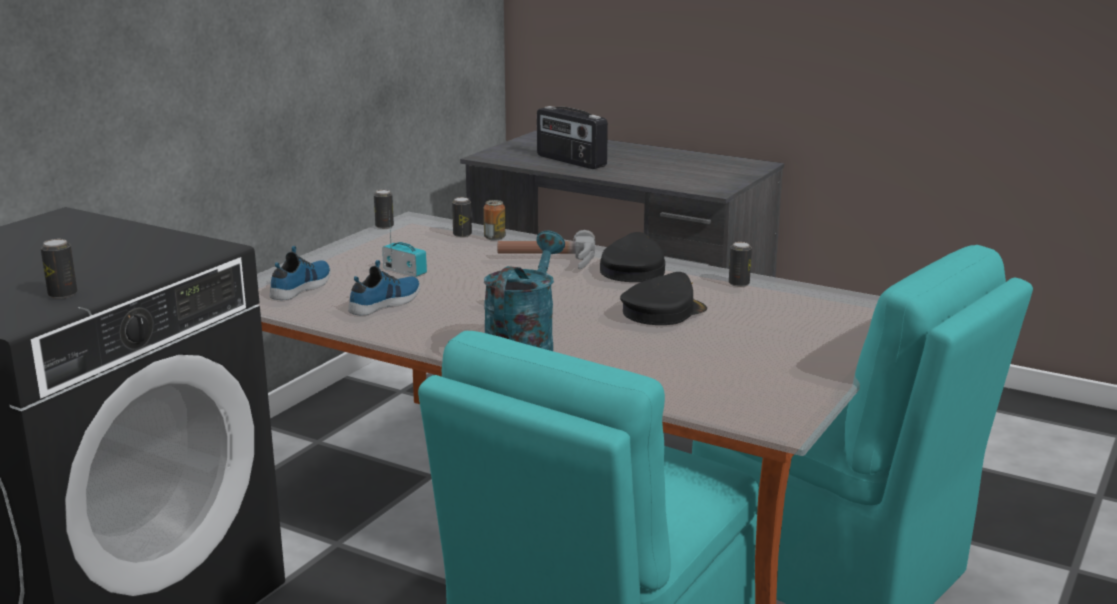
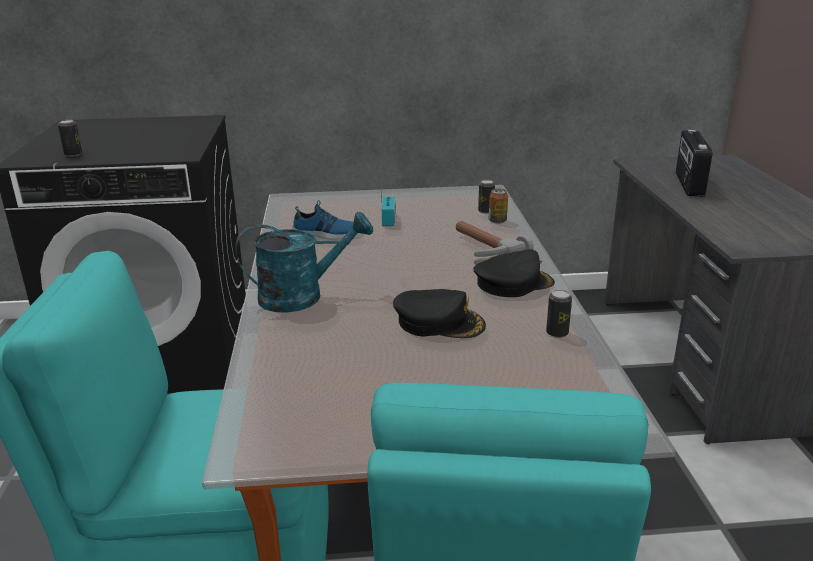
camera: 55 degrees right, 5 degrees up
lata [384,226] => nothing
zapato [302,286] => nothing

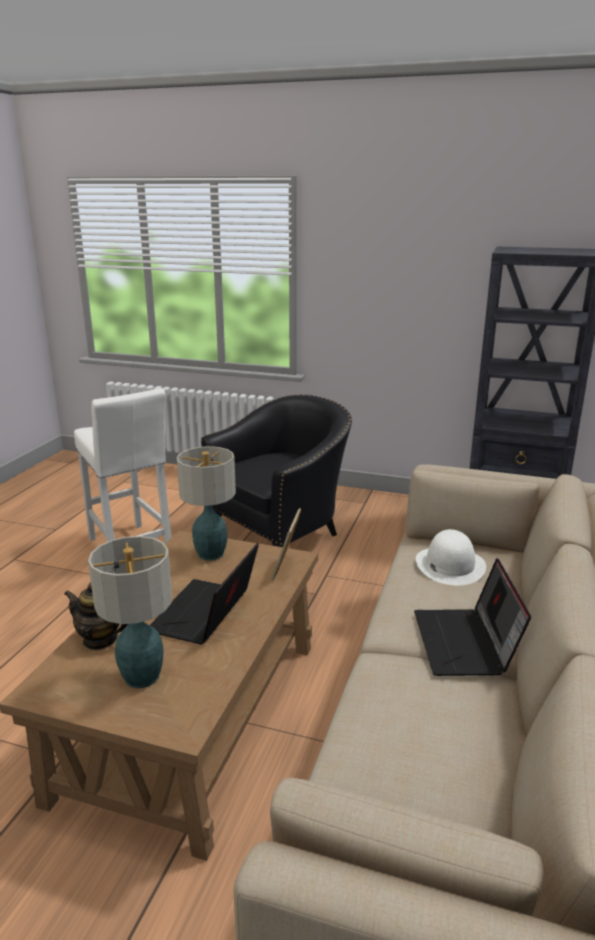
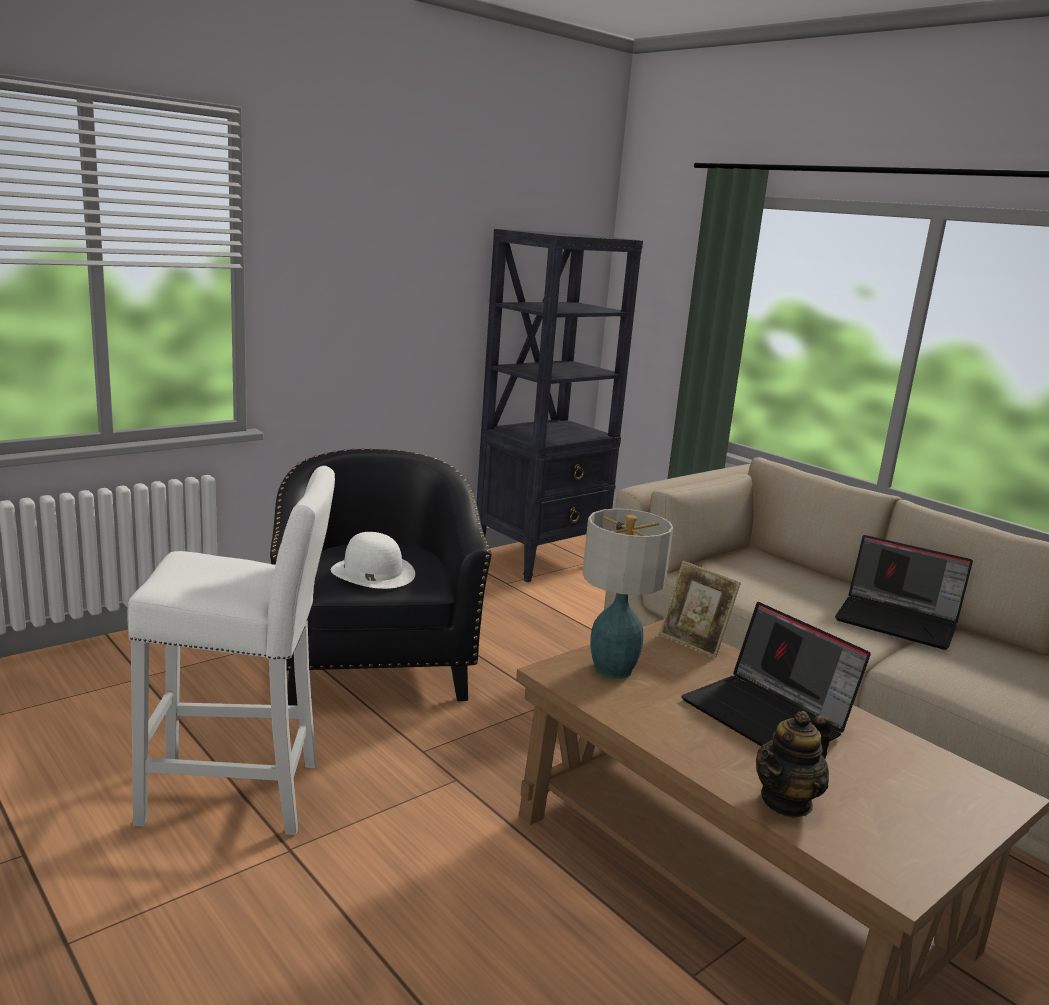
camera: 60 degrees left, 5 degrees down
sombrero/blanco [449,565] => sombrero/blanco [372,572], moved
lámpara de mesa [141,677] => nothing

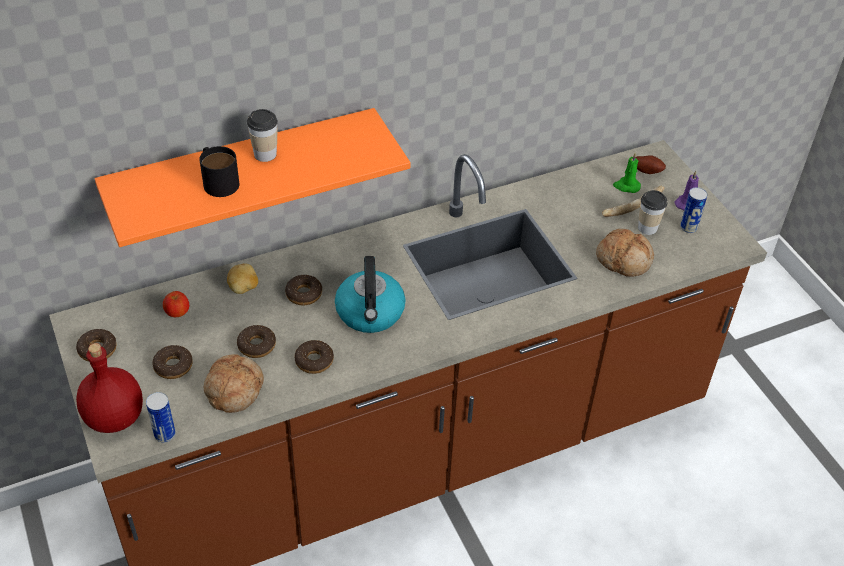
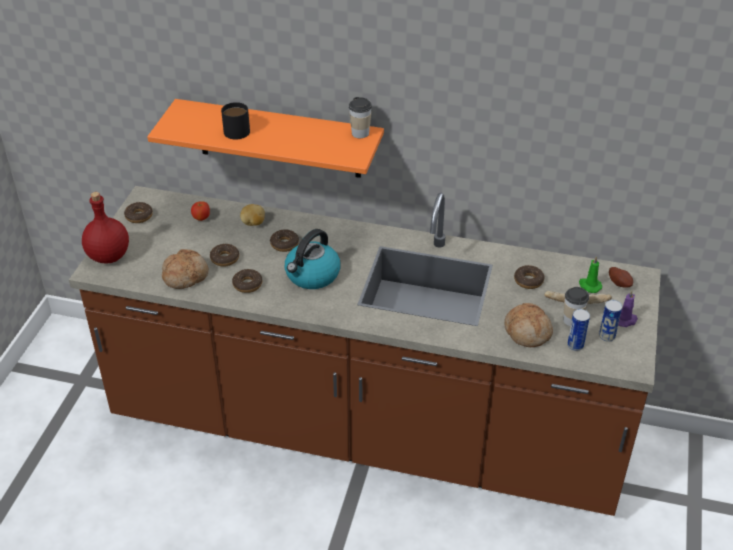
camera: 40 degrees right, 5 degrees down
taza [265,154] => taza [360,133], moved
rosquilla [173,366] => rosquilla [528,281], moved
lata [165,434] => lata [575,345], moved

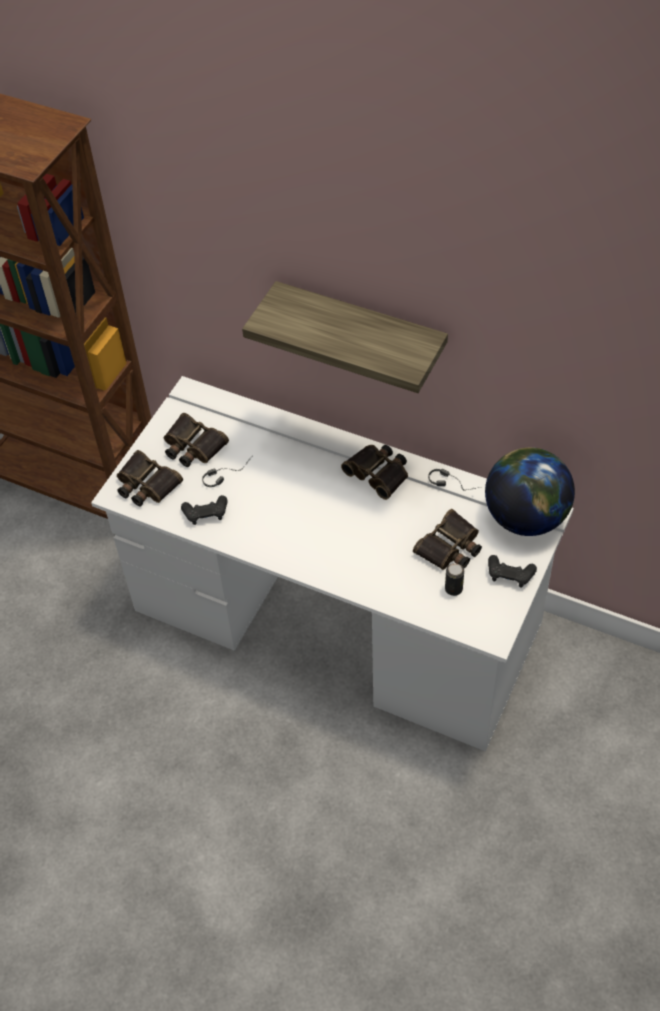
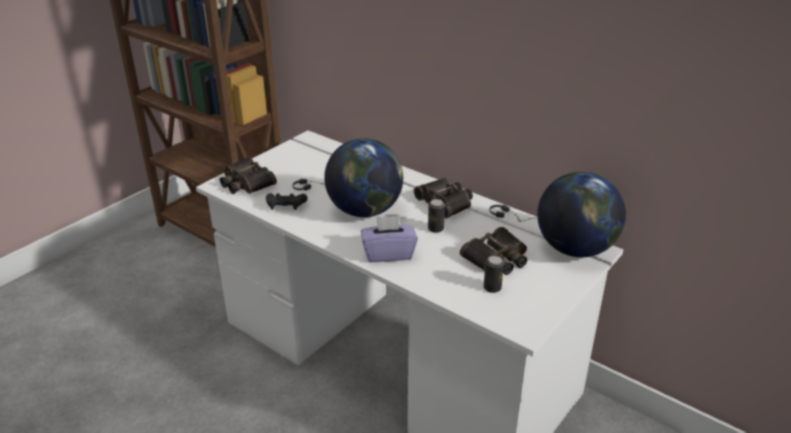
camera: 10 degrees right, 20 degrees down
estante [360,331] => nothing
prismáticos [192,446] => nothing
mando de consola/negro [510,575] => nothing
nothing => globo terráqueo [365,210]
nothing => lata [435,229]
nothing => caja de pañuelos/morado [388,253]

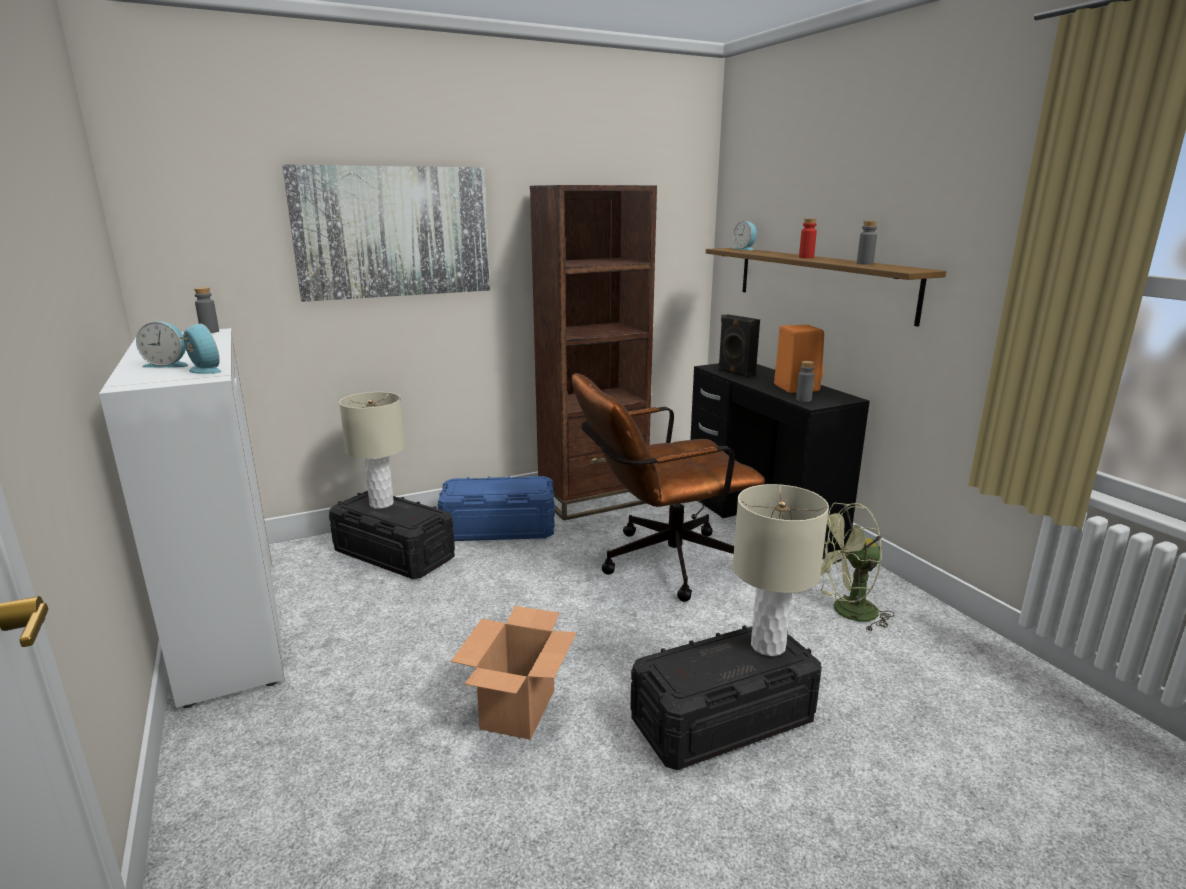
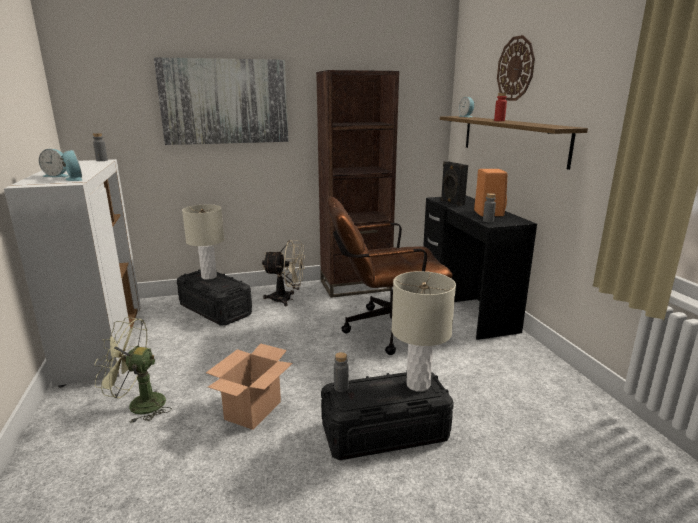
camera: 10 degrees right, 0 degrees up
botella/gris [864,263] => botella/gris [341,388], moved
caja de almacenaje/azul [499,528] => ventilador/beis [287,299]
ventilador/verde [846,612] => ventilador/verde [138,405], moved
nothing => reloj de pared [515,69]

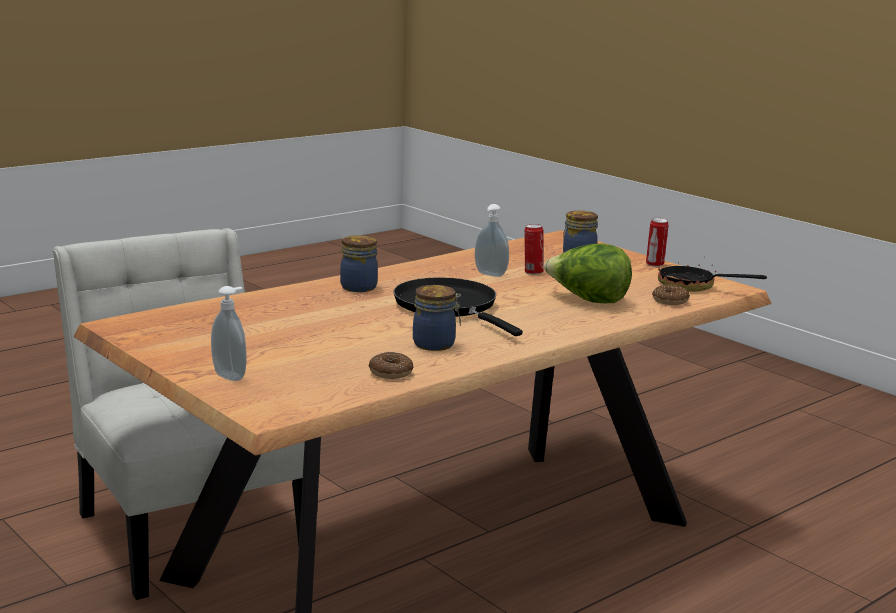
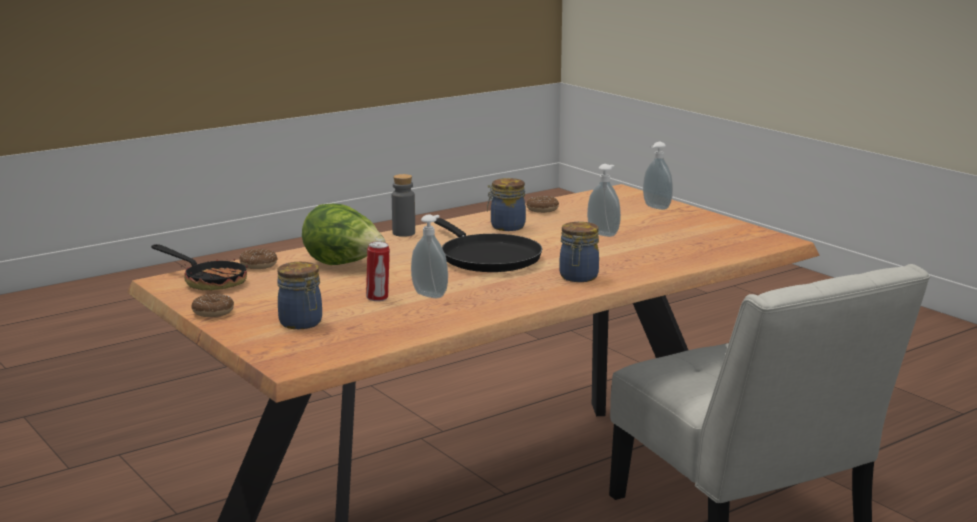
camera: 175 degrees left, 0 degrees up
lata [655,264] => rosquilla [213,312]
nothing => dispensador de jabón [604,234]
nothing => botella/gris [403,233]

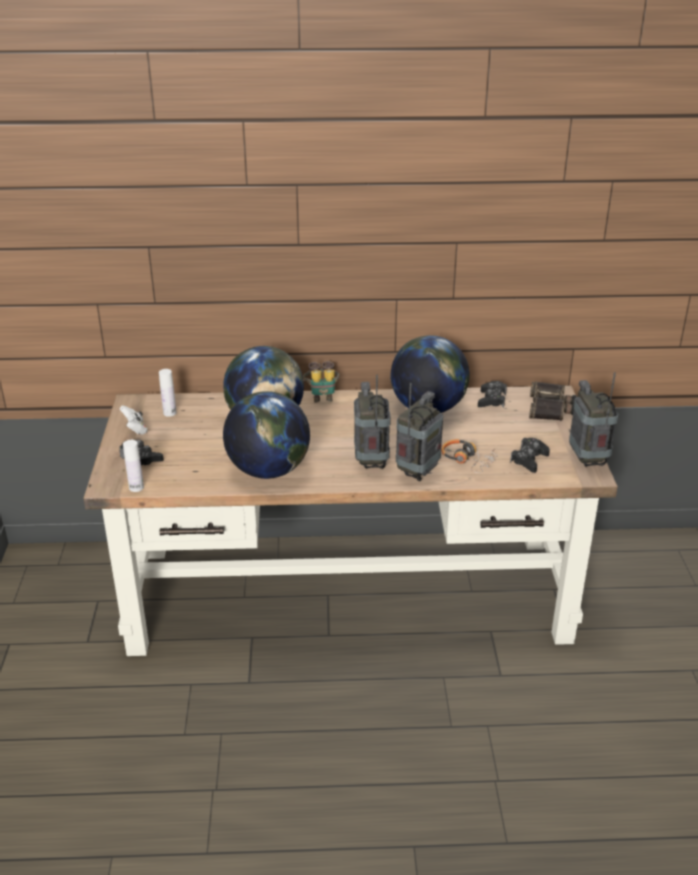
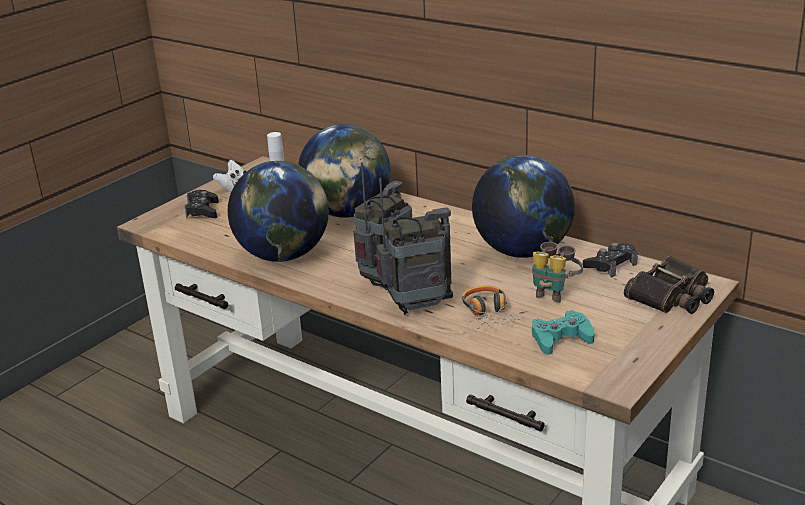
camera: 40 degrees right, 5 degrees down
prismáticos [322,396] => prismáticos [553,292], moved
radio [588,460] => nothing
mando de consola/negro [529,459] => mando de consola/turquesa [561,339]
botella/blanco [136,487] => nothing

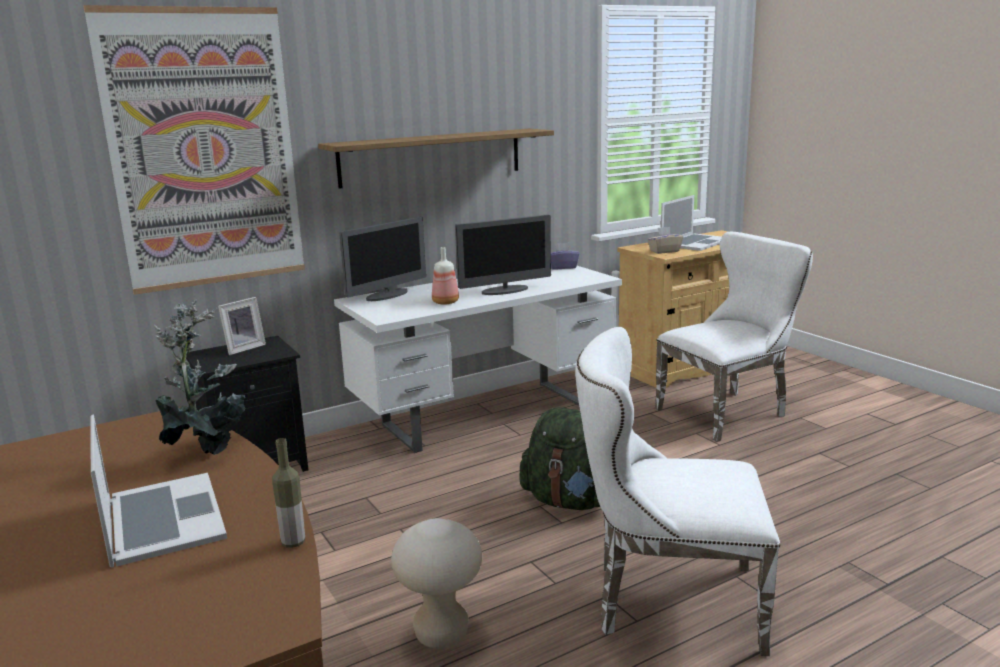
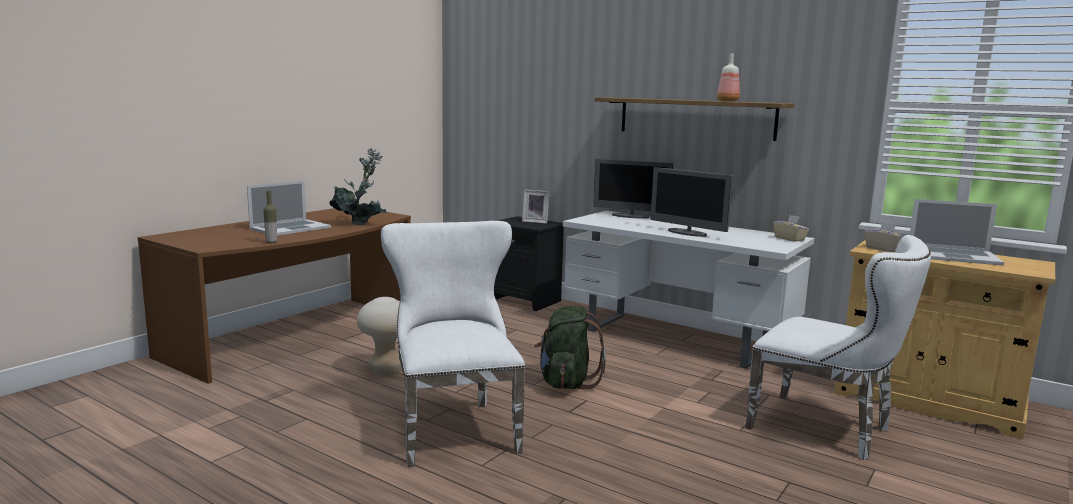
camera: 65 degrees right, 5 degrees down
cuadro [204,150] => nothing
caja de pañuelos/morado [562,267] => caja de pañuelos/beis [790,239]
botella [445,302] => botella [727,101], moved

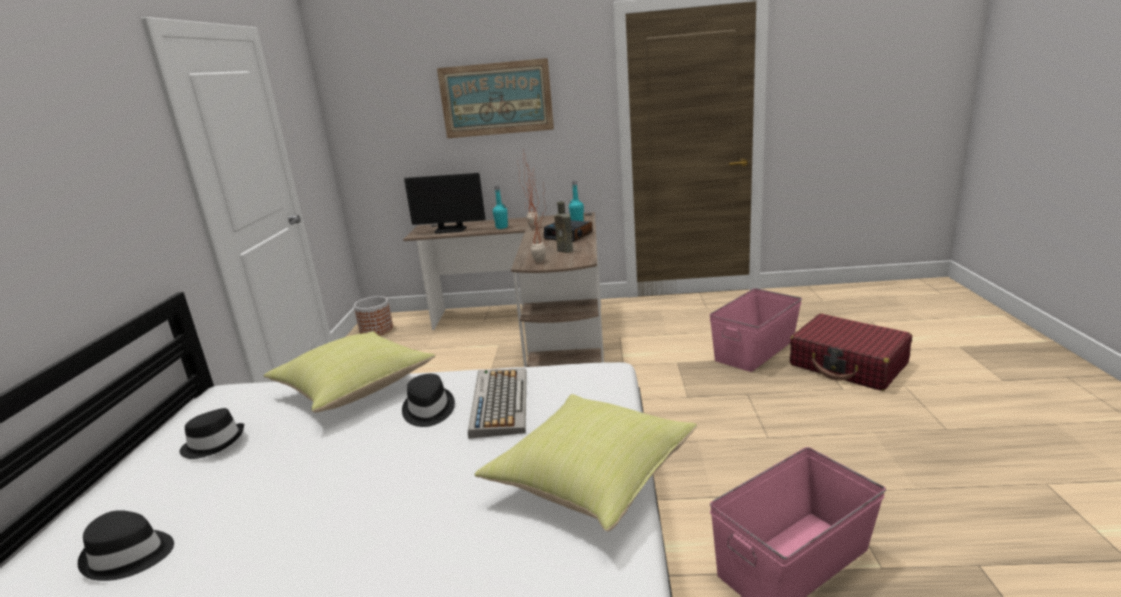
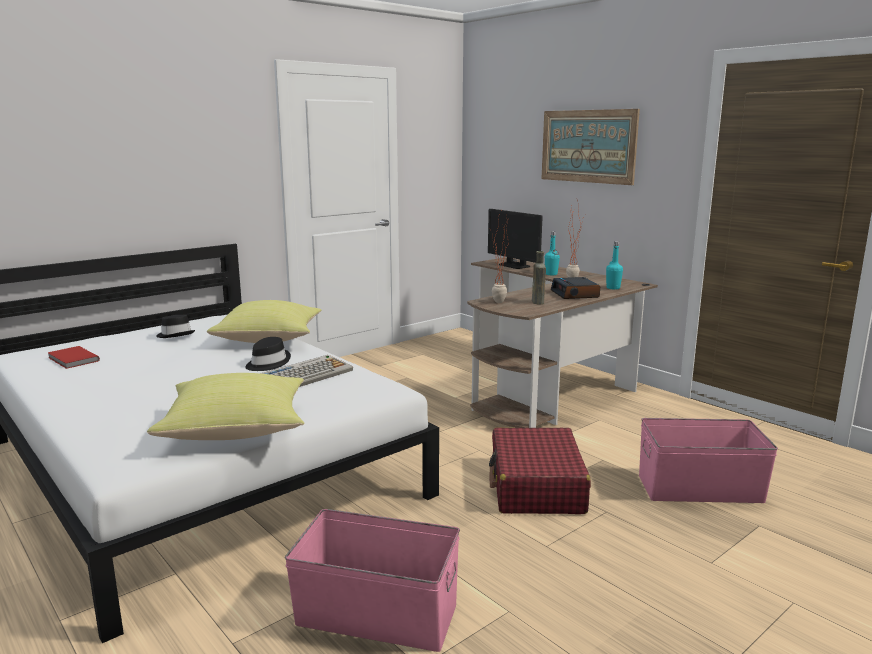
camera: 45 degrees right, 5 degrees down
maceta [377,330] => nothing
maleta/rojo [848,365] => maleta/rojo [536,486], moved
sombrero/negro [129,556] => libro/rojo [72,359]

